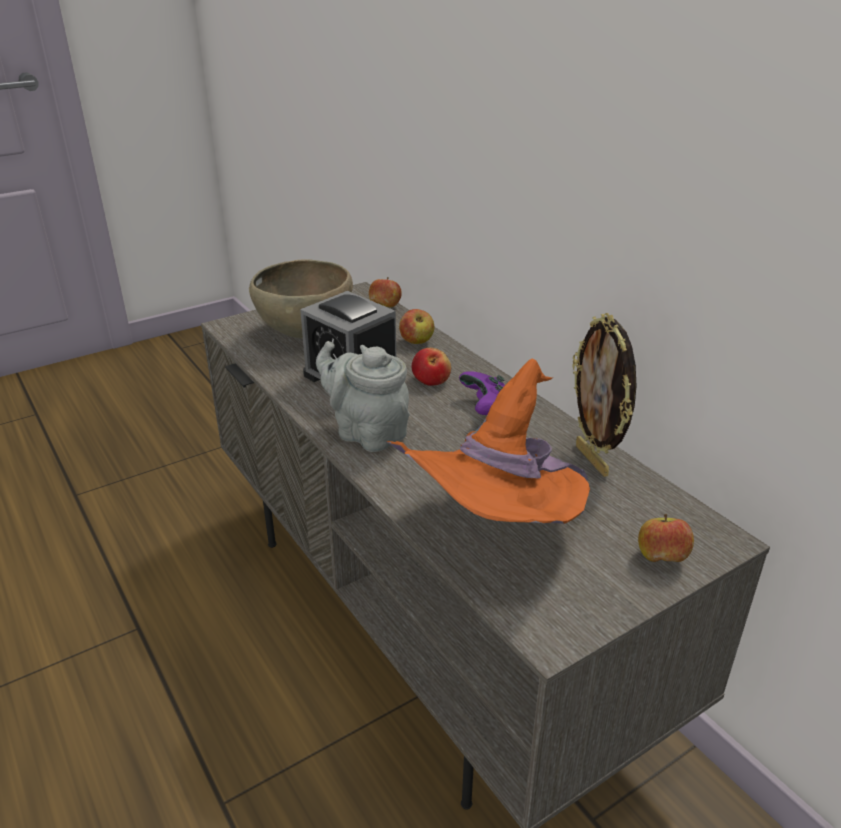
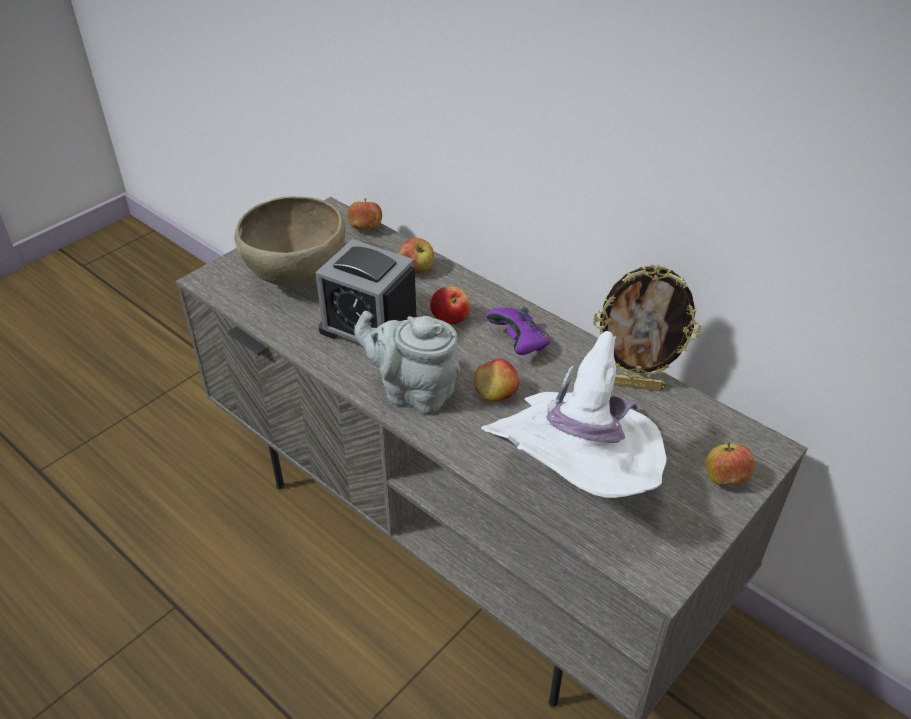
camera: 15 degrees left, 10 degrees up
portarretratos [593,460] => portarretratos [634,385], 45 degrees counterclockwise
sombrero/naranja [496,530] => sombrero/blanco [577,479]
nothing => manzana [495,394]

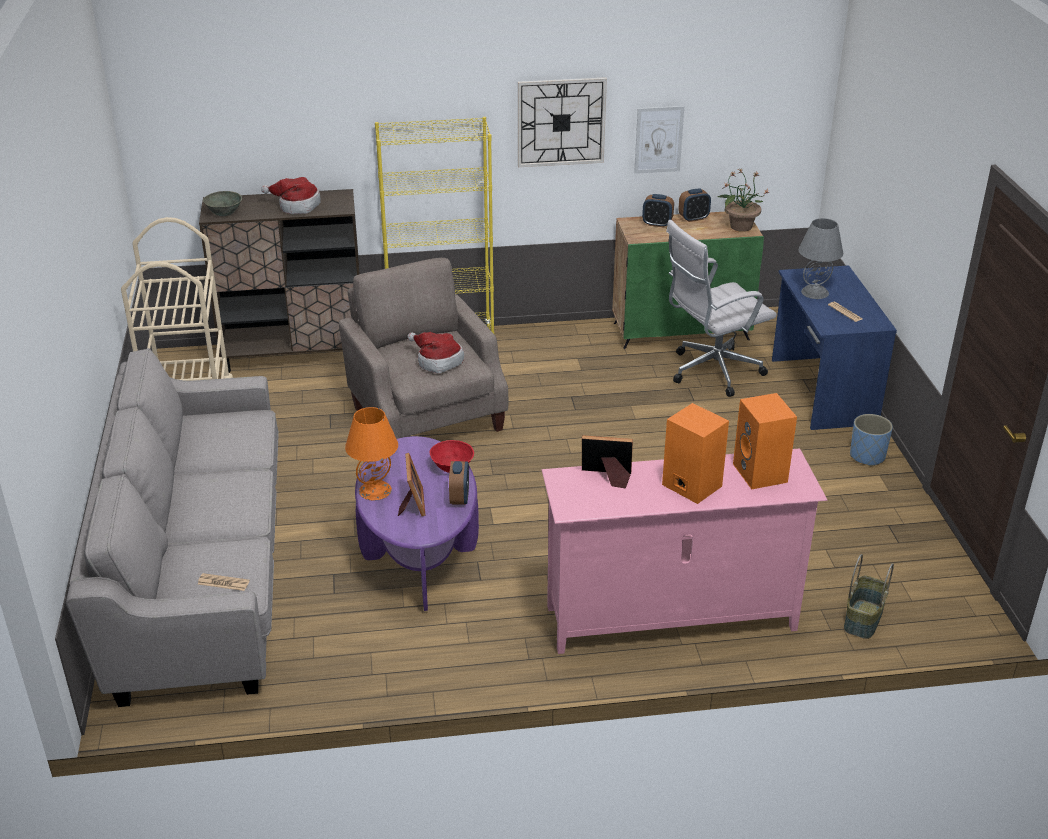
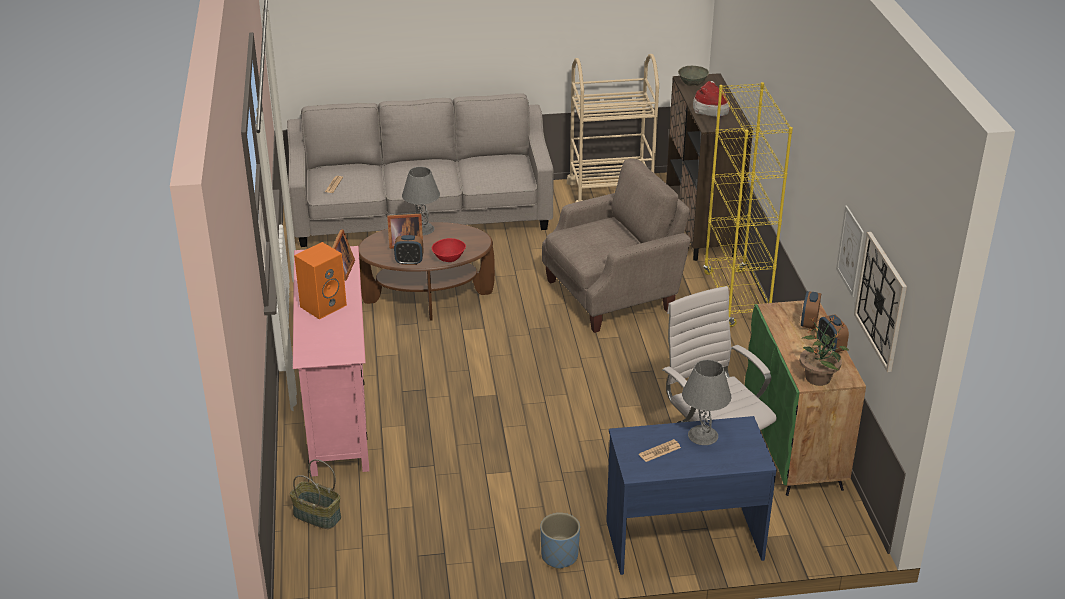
camera: 90 degrees right, 0 degrees up
reloj de pared [561,122] => reloj de pared [881,301], moved
sombrero [437,361] => nothing
altavoz/naranja [761,473] => nothing
lámpara de mesa/naranja [375,490] => lámpara de mesa/gris [423,229]
mesa de centro/morado [419,555] => mesa de centro/marrón [428,298]

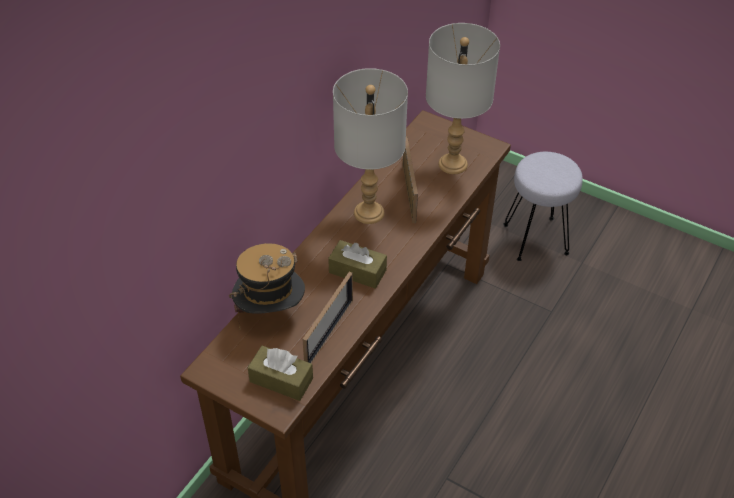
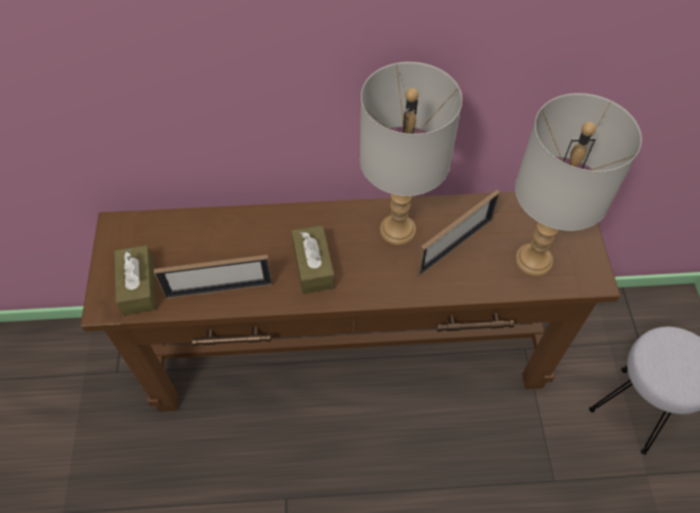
camera: 55 degrees right, 10 degrees up
sombrero [270,313] => nothing

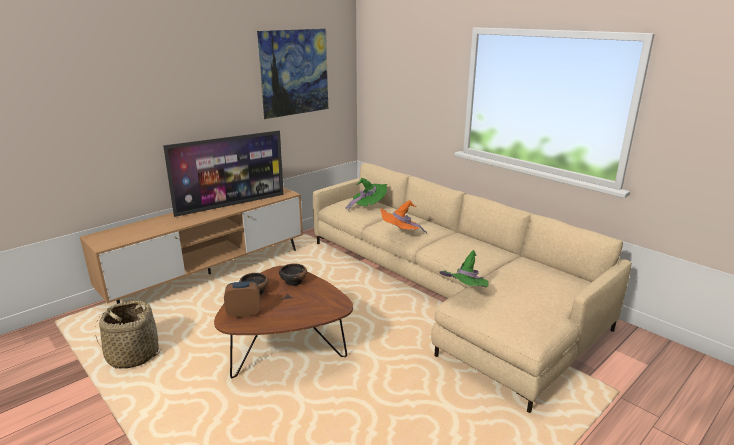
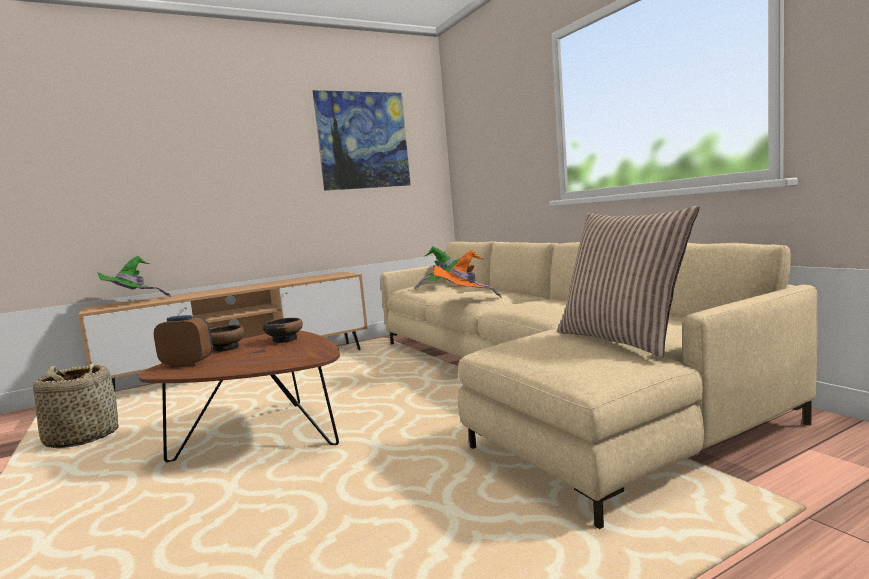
camera: 15 degrees right, 15 degrees down
televisor [231,204] => nothing
sombrero/verde [465,294] => sombrero/verde [133,302], moved
nothing => cojín [622,339]

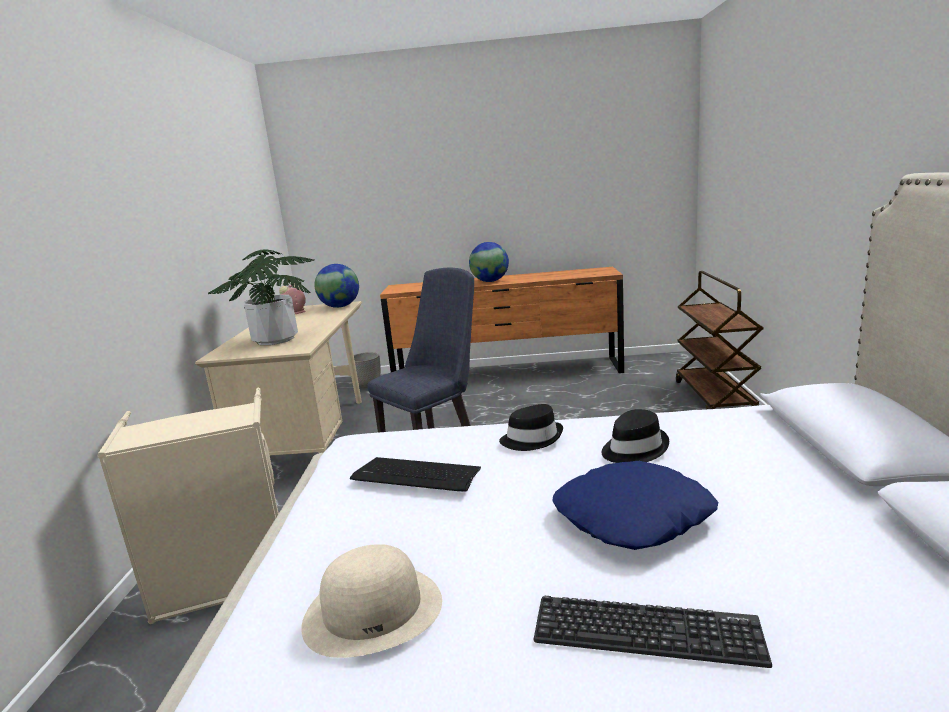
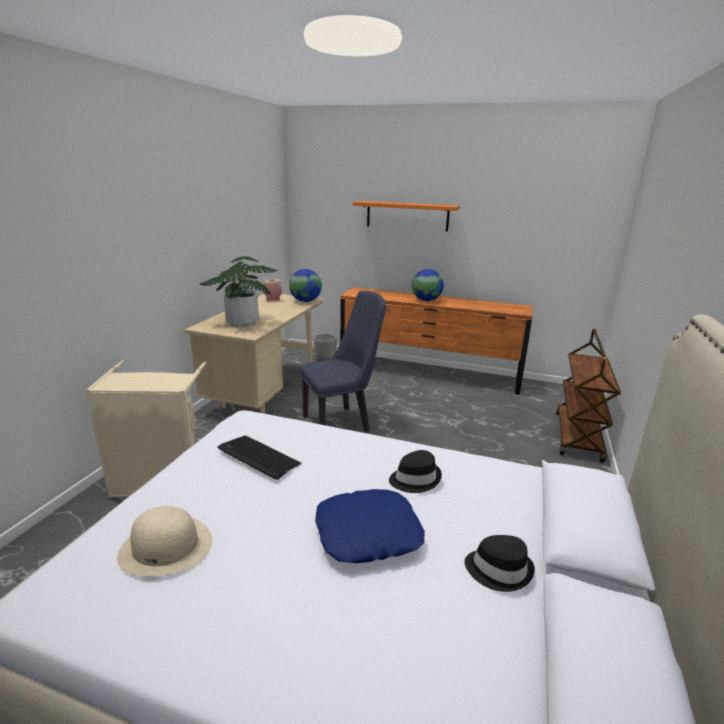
camera: 15 degrees right, 5 degrees up
sombrero/negro [532,439] => sombrero/negro [499,569], moved
teclado [646,631] => nothing
nothing => estante/naranja [407,216]

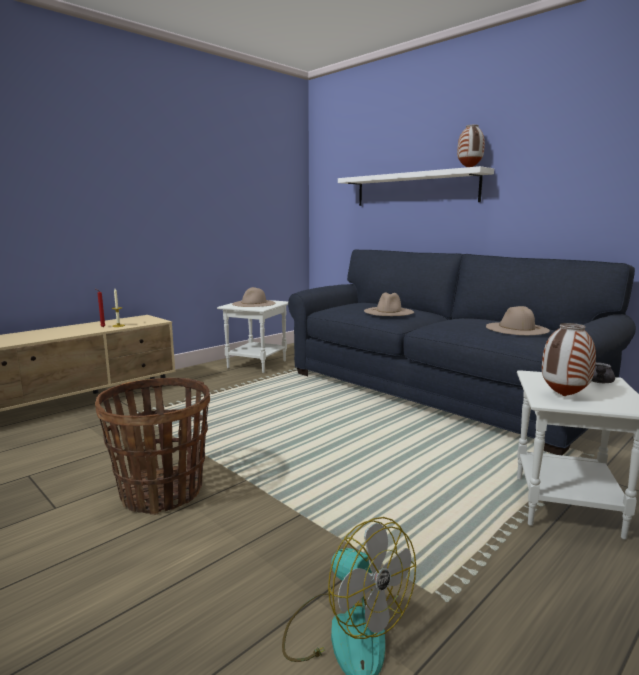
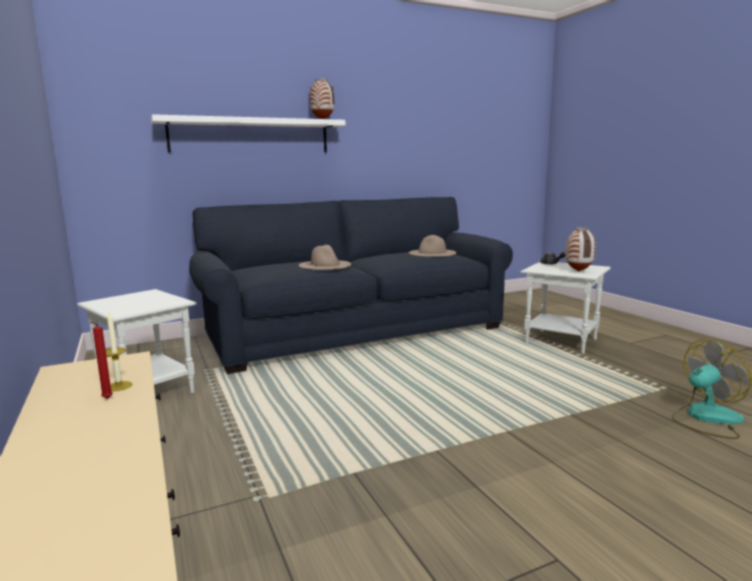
camera: 70 degrees left, 0 degrees up
sombrero/beis [254,303] => nothing
cesta [162,492] => nothing

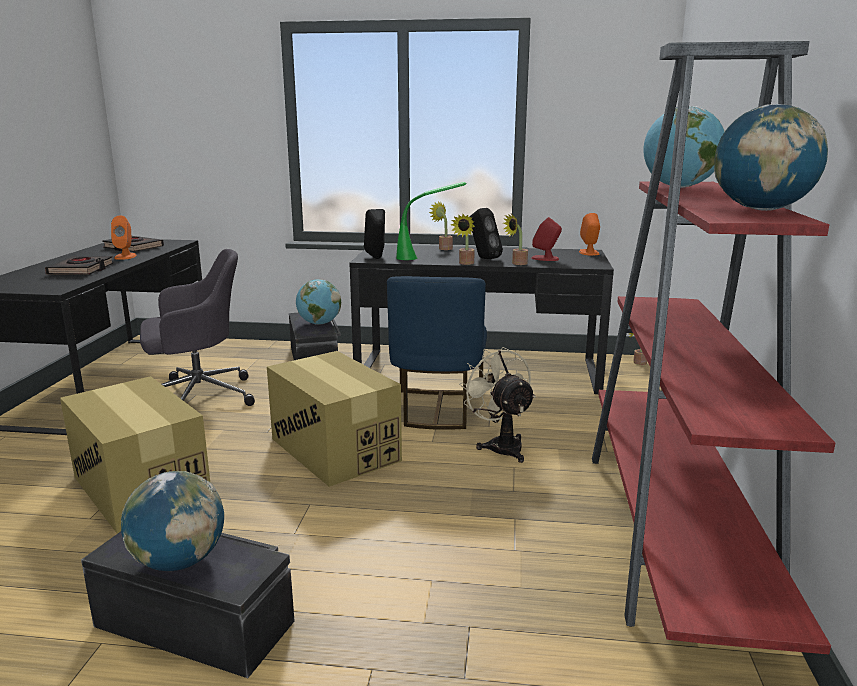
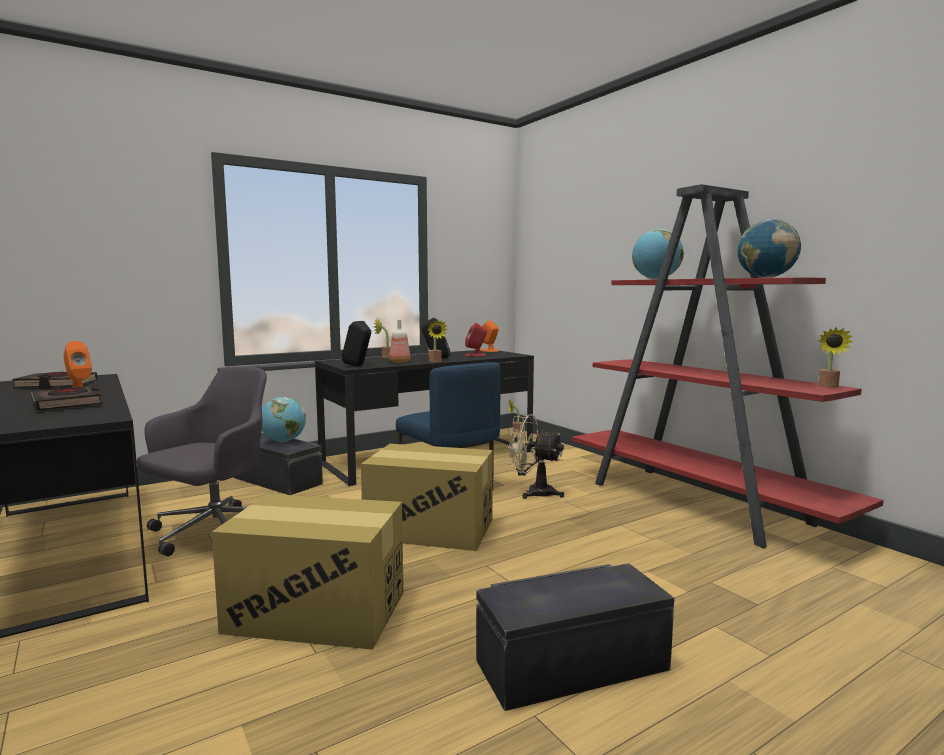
camera: 40 degrees left, 10 degrees down
lámpara de mesa/verde [430,258] => botella [399,362]
planta en maceta [517,263] => planta en maceta [828,386], moved
globo terráqueo [179,561] => nothing

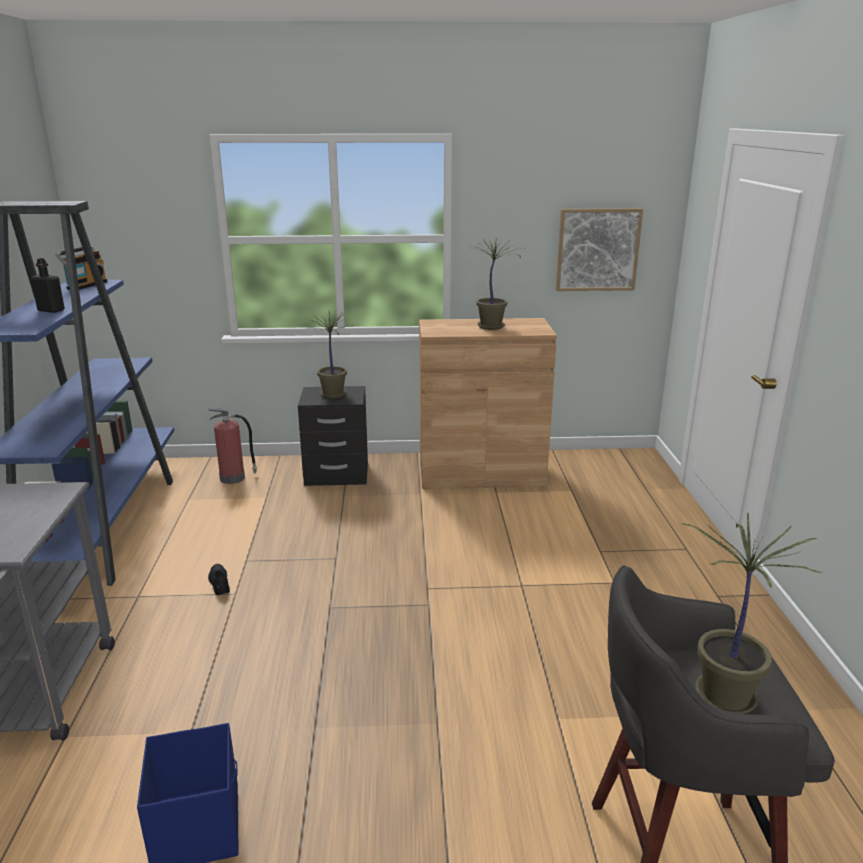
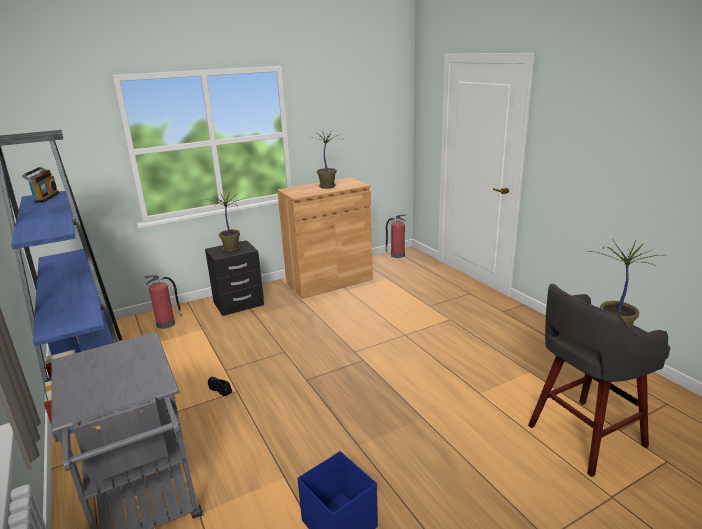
camera: 25 degrees left, 0 degrees up
cuadro [597,249] => nothing
botella/negro [51,310] => nothing
nothing => extintor [397,255]

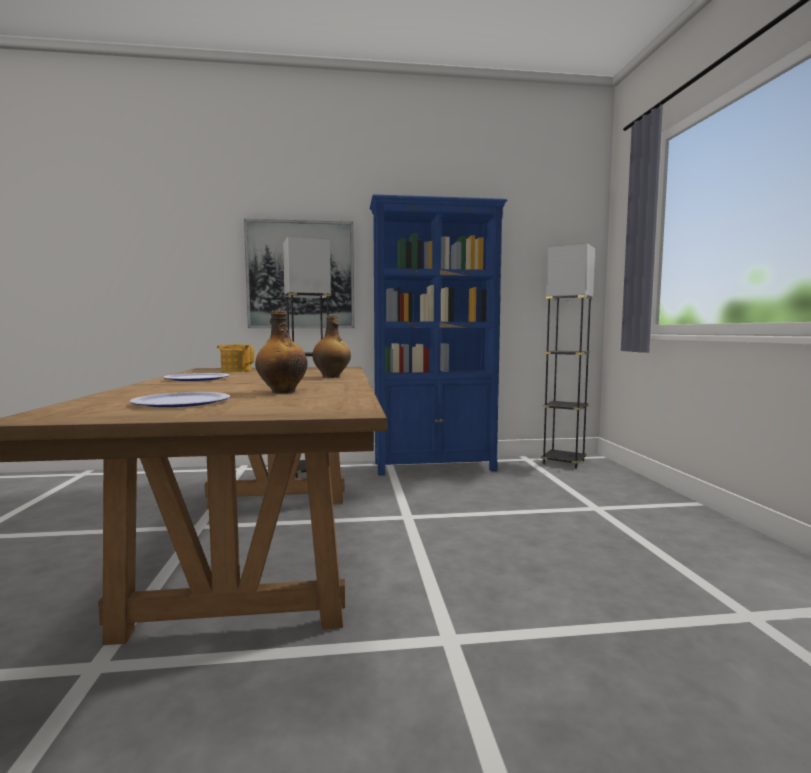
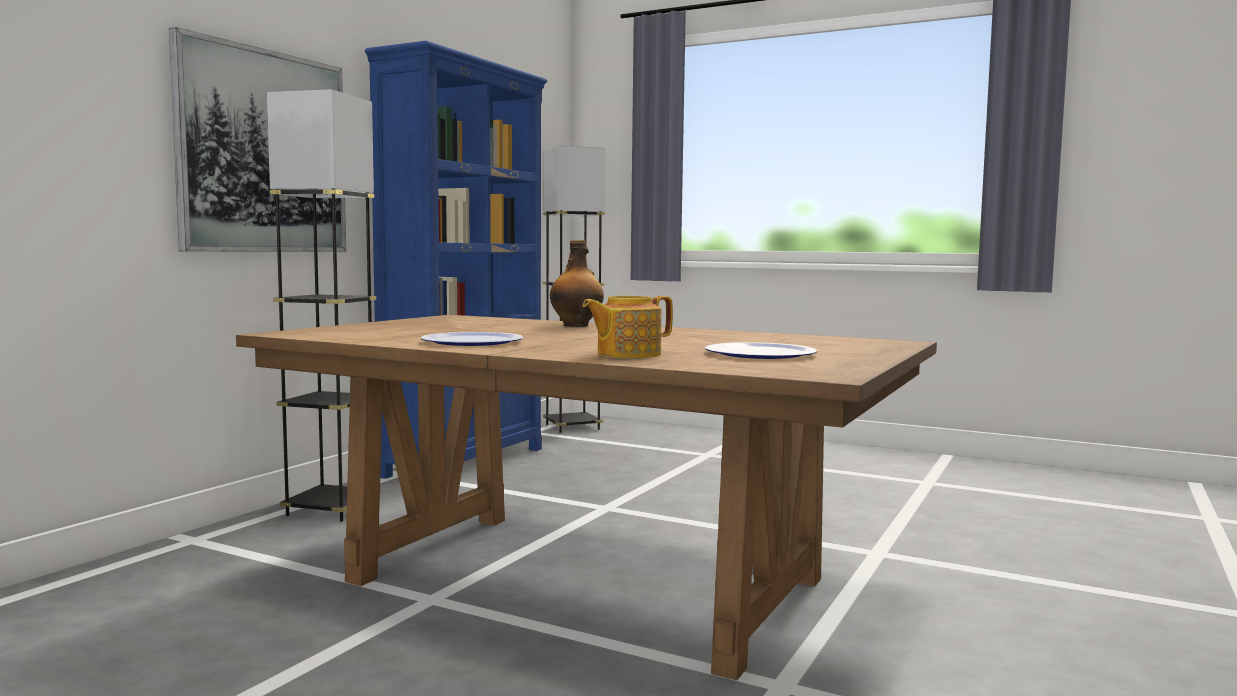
camera: 55 degrees left, 0 degrees up
botella [282,392] => nothing
tetera [236,370] => tetera [627,354], moved

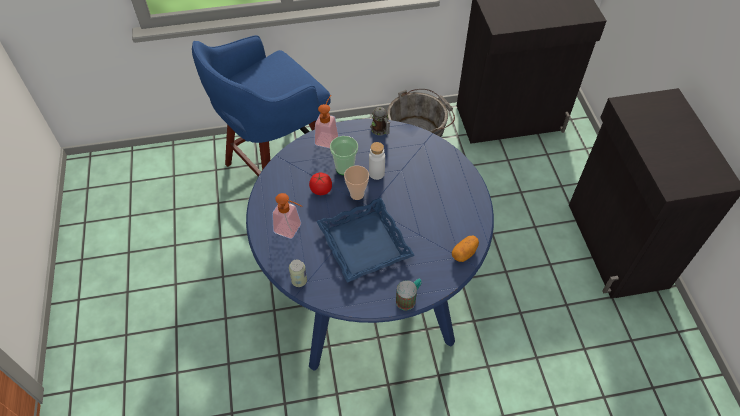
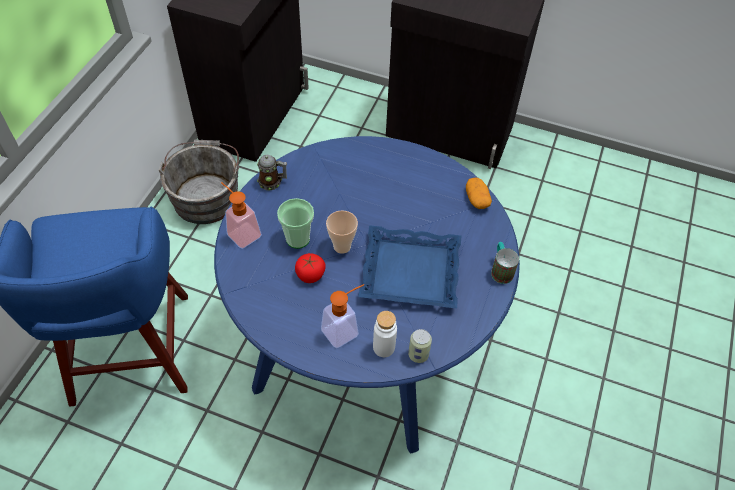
camera: 60 degrees left, 0 degrees up
botella/blanco [376,173] => botella/blanco [383,347], moved

